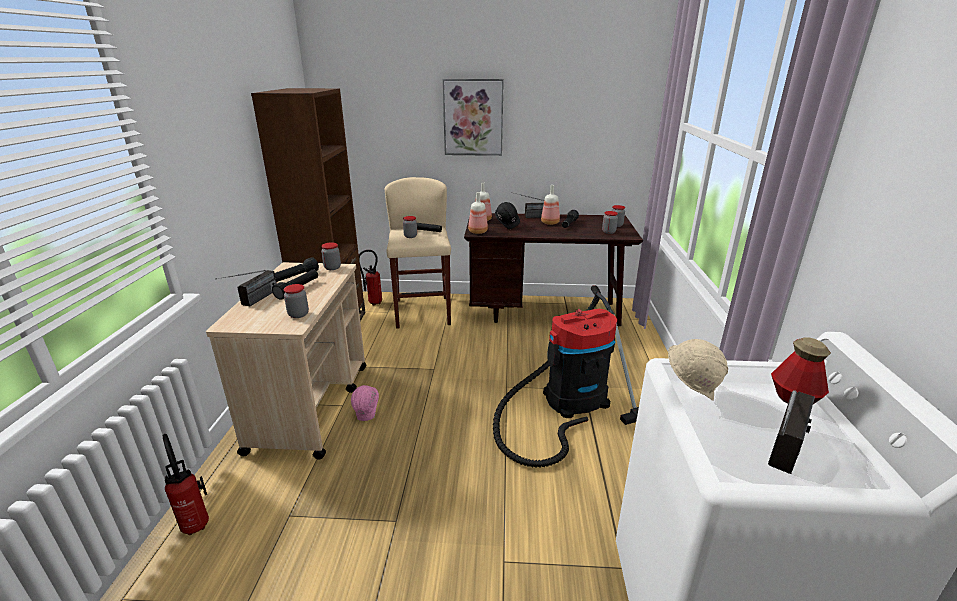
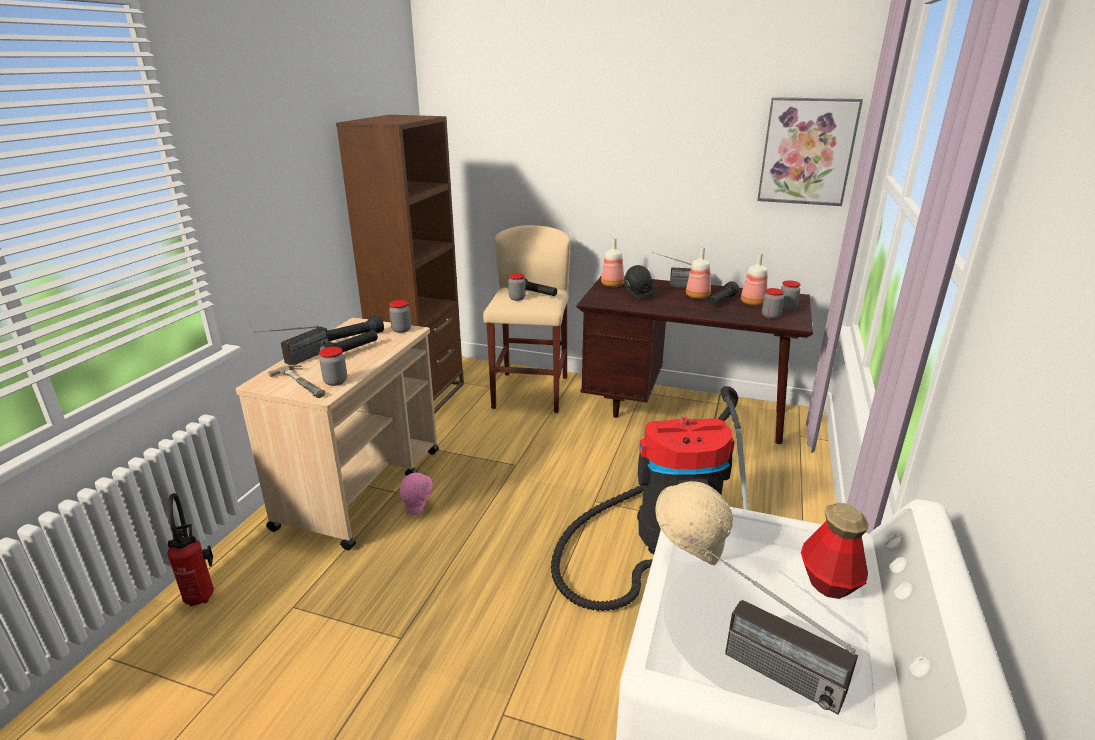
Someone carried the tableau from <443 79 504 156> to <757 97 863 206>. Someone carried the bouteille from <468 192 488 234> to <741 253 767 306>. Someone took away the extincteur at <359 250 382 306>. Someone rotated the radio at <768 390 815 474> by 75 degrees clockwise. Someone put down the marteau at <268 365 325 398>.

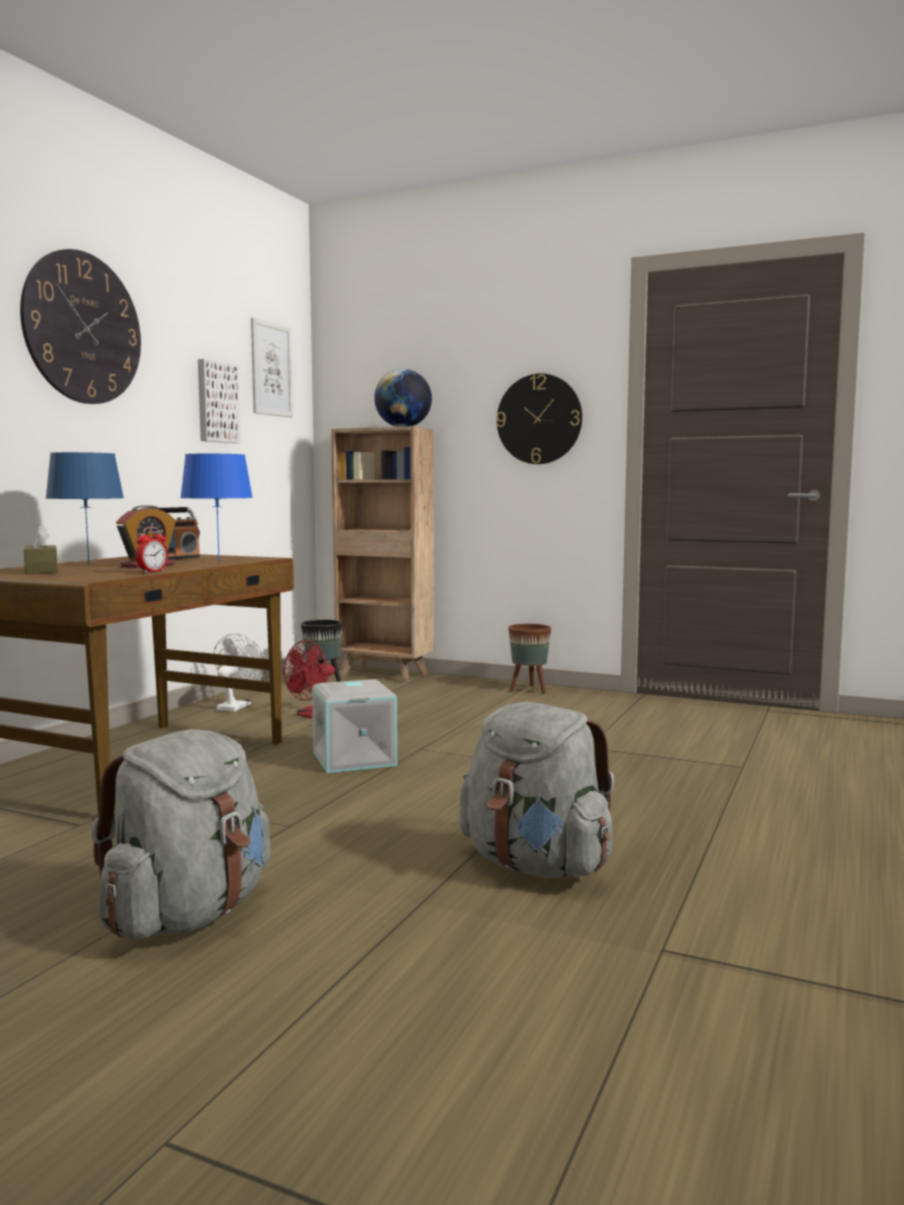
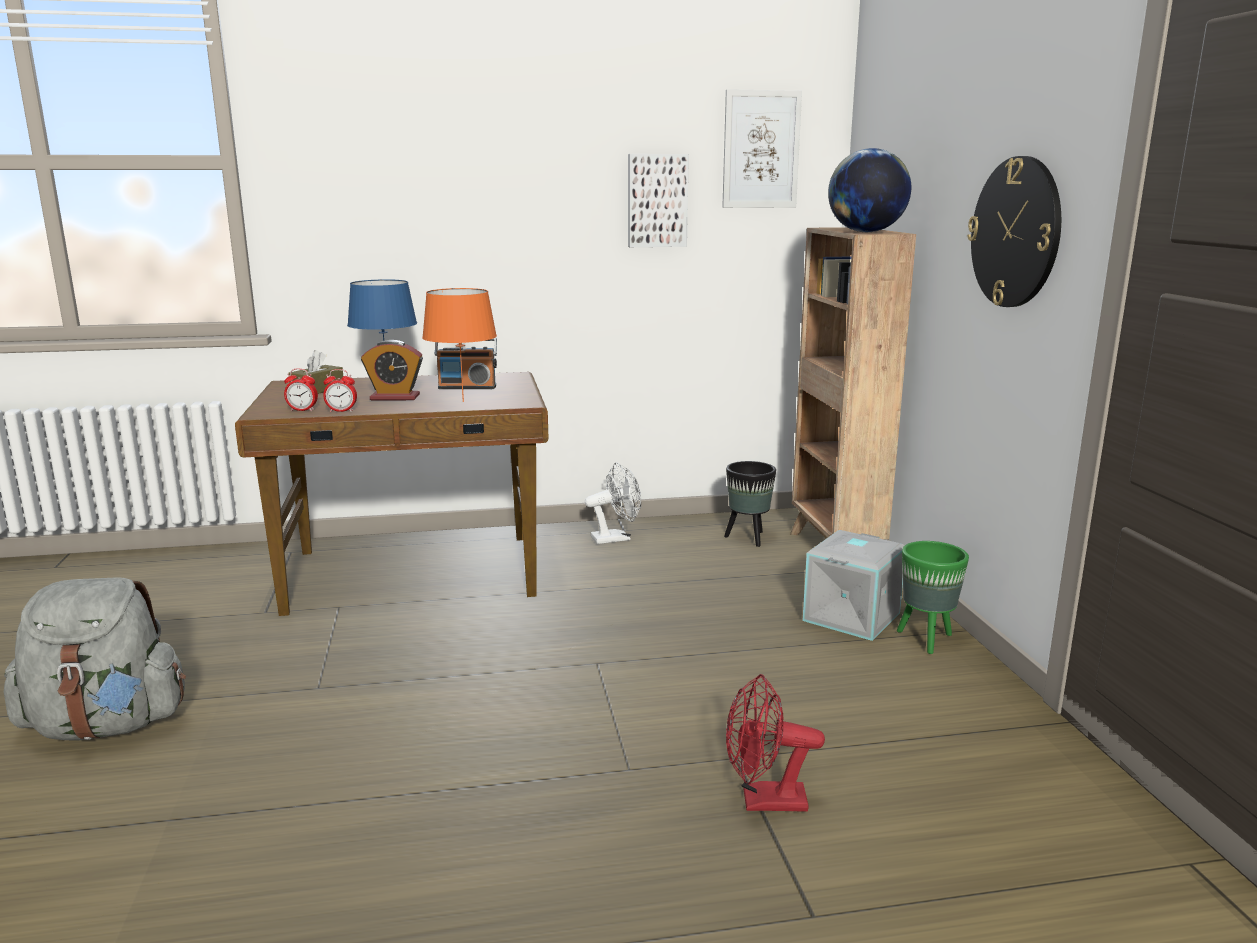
Someone took away the horloge murale at <20 249 141 404>. Someone repainted the lampe de table/bleu at <180 454 253 562>, which became the lampe de table/orange at <422 288 497 402>. Someone repainted the cache-pot/marron at <509 624 551 694>, which became the cache-pot/vert at <897 541 969 654>. Someone carried the ventilateur/rouge from <283 640 335 718> to <726 674 825 812>. Someone carried the boîte de rangement/gris from <312 679 397 773> to <803 530 905 641>. Someone took away the sac à dos/gris at <459 702 614 878>. Someone put down the réveil at <284 369 318 411>.

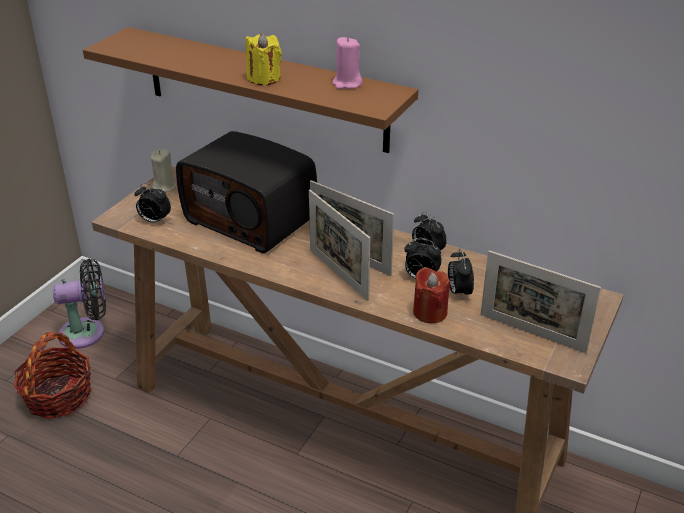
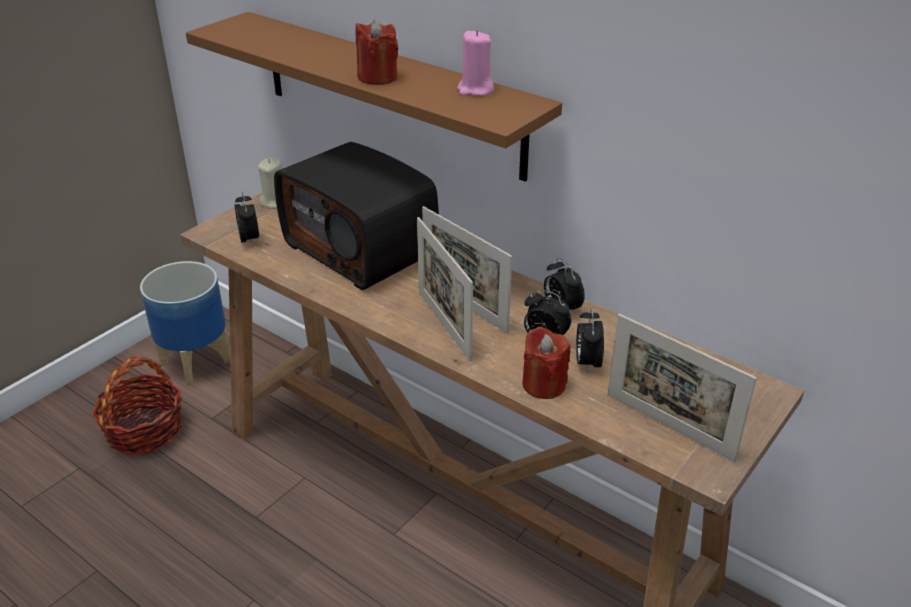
Someone repainted the bougie/jaune at <245 33 282 85>, which became the bougie/rouge at <356 20 398 85>. Someone rotated the réveil at <134 183 171 224> by 135 degrees counterclockwise. Someone swapped the ventilateur/noir at <53 259 106 349> for the cache-pot at <140 261 231 386>.

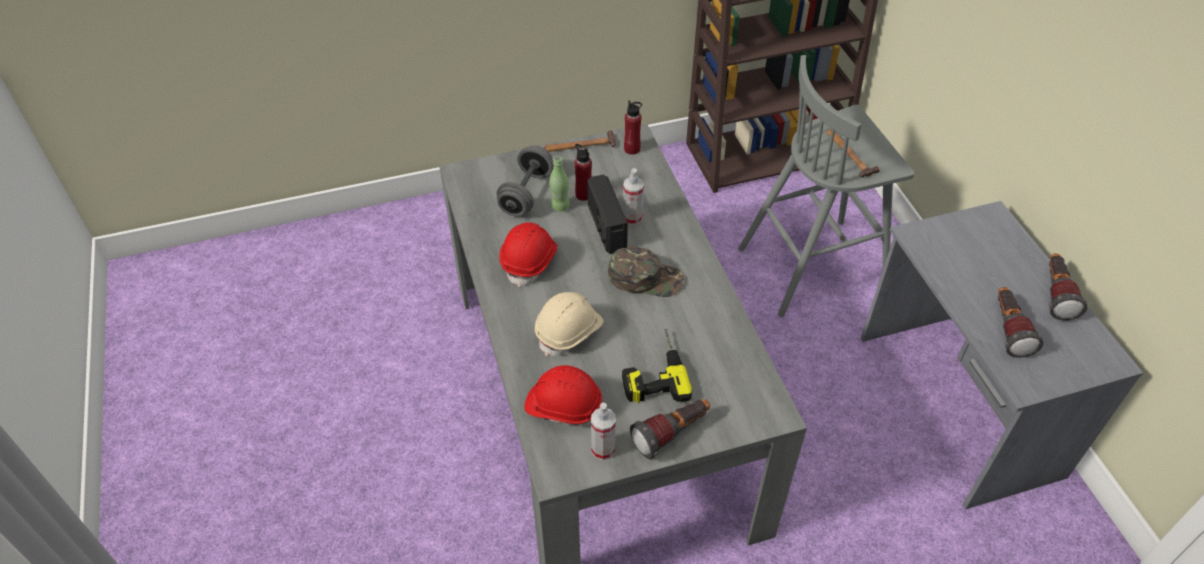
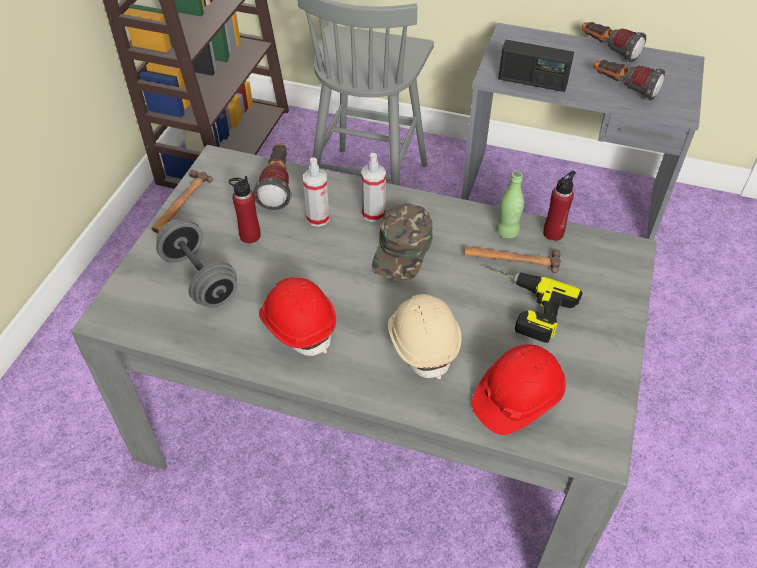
Someone carried the bouteille/rouge from <624 100 642 155> to <543 171 576 241>. Someone carried the marteau from <827 129 880 177> to <464 246 561 273>. Someone carried the bouteille/vert from <549 156 570 212> to <496 171 524 238>. Someone carried the radio from <587 174 628 254> to <498 40 574 92>. Someone rotated the casquette/vert at <608 246 684 297> by 150 degrees clockwise. Someone carried the lampe de poche from <630 399 710 459> to <253 143 292 210>. Someone carried the vaporisateur from <591 402 616 460> to <361 153 386 222>.

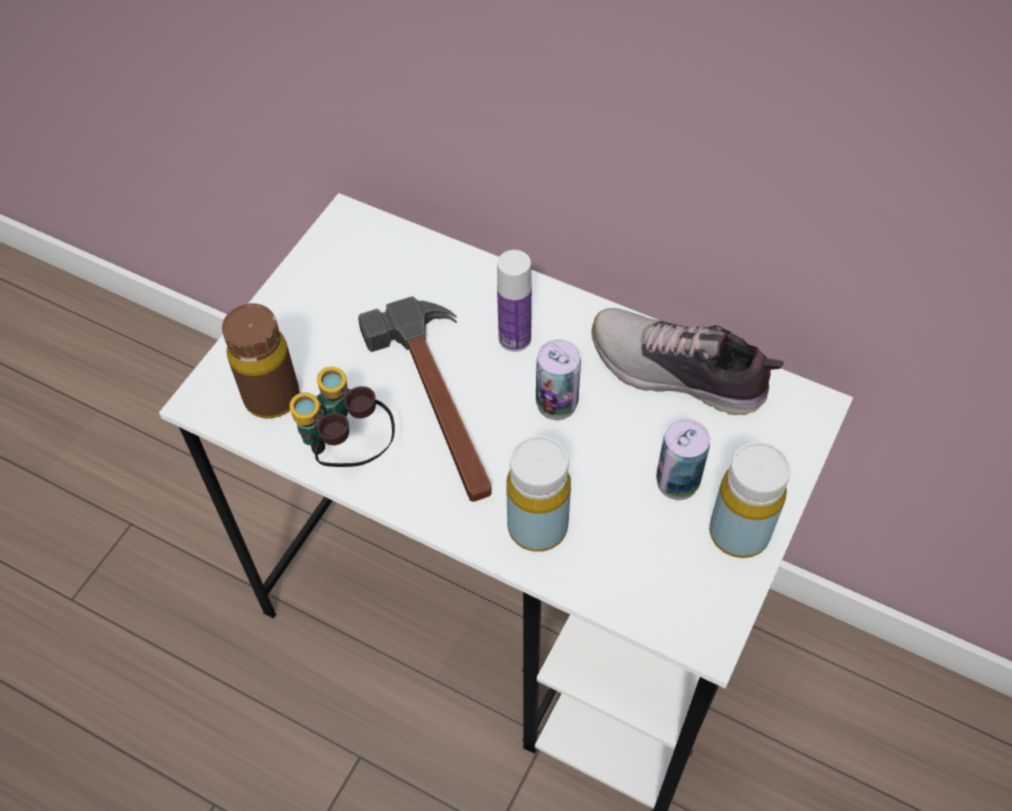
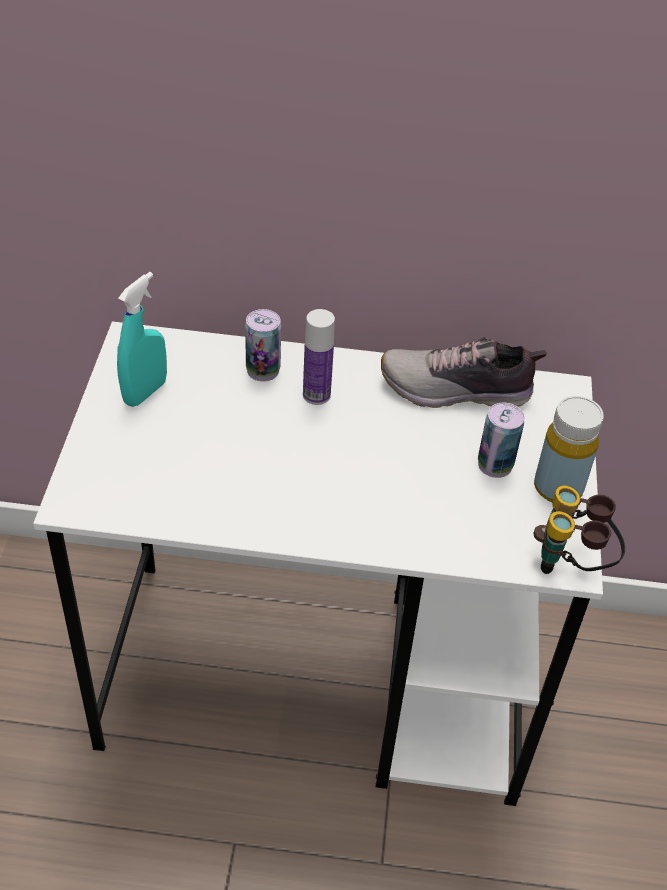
Someone took away the marteau at <358 296 492 502>. Someone took away the bouteille/marron at <222 303 300 419>. Someone carried the boîte métallique from <536 339 581 420> to <245 309 281 382>. Someone carried the jumelles from <290 367 395 467> to <533 485 625 574>. Someone took away the bouteille/jaune at <506 436 571 552>. Someone put down the vaporisateur/turquoise at <117 272 167 407>.

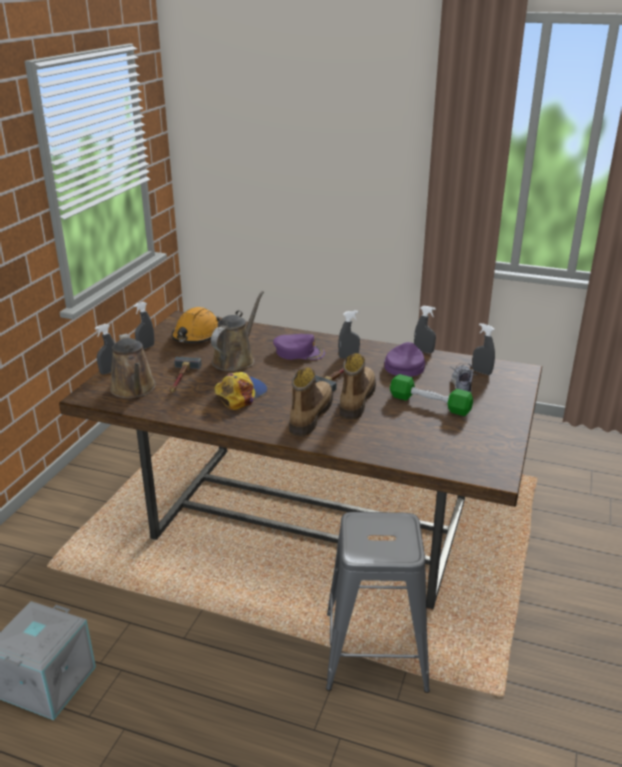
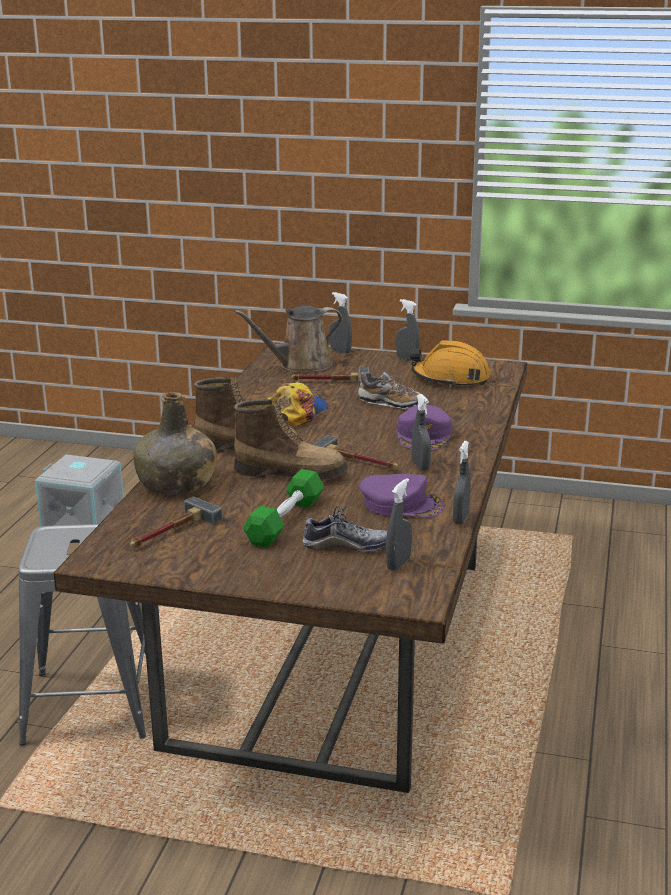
Someone swapped the arrosoir/marron at <211 291 264 371> for the chaussure at <358 372 421 409>. Someone rotated the casquette at <214 372 268 410> by 90 degrees counterclockwise. Someone put down the bouteille/vert at <134 392 217 495>. Someone put down the marteau at <130 496 223 548>.

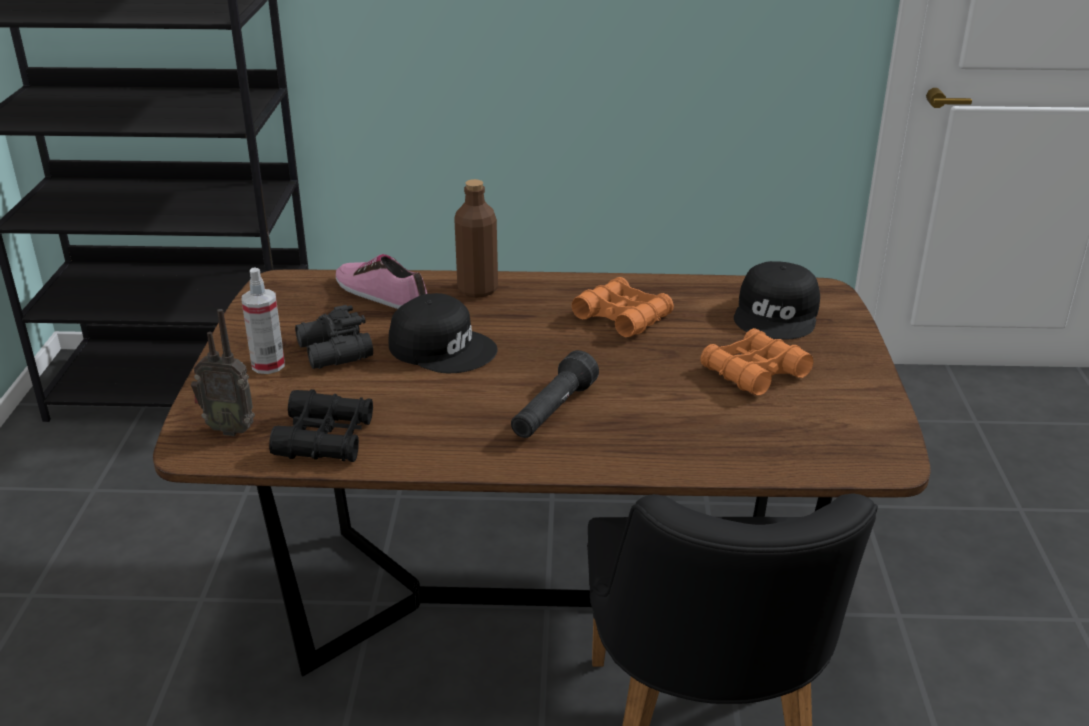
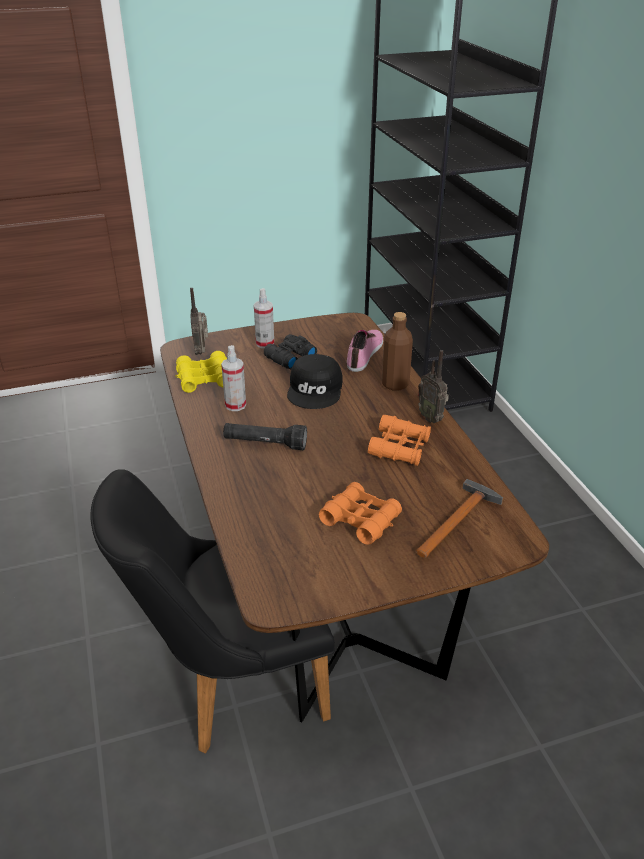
Someone swapped the casquette/noir at <734 261 820 340> for the marteau at <416 479 503 558>. Someone repainted the jumelles/noir at <269 389 373 462>, which became the jumelles/jaune at <175 351 227 393>. Someone put down the vaporisateur at <221 345 246 411>. Someone put down the radio at <418 350 449 423>.

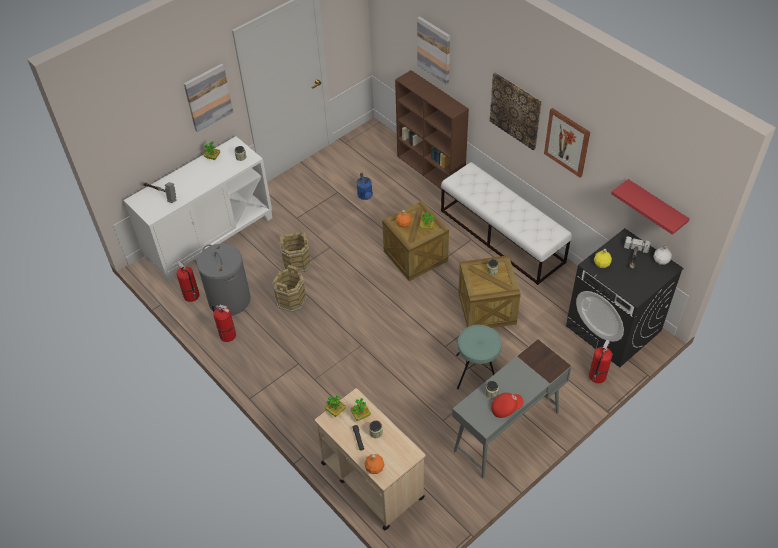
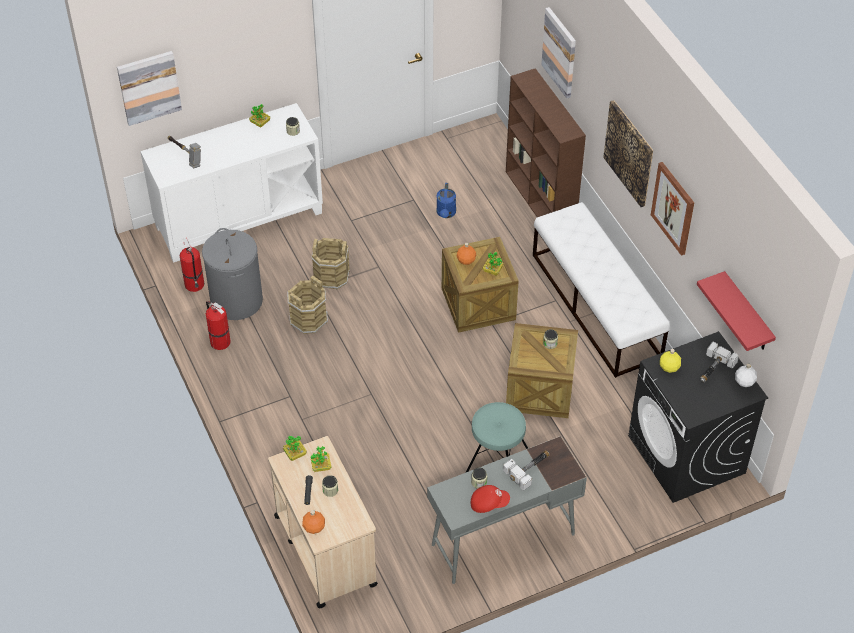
Someone carried the tableau from <184 64 233 132> to <117 51 182 126>. Someone took away the extincteur at <589 340 612 383>. Someone put down the marteau at <503 450 550 490>.

